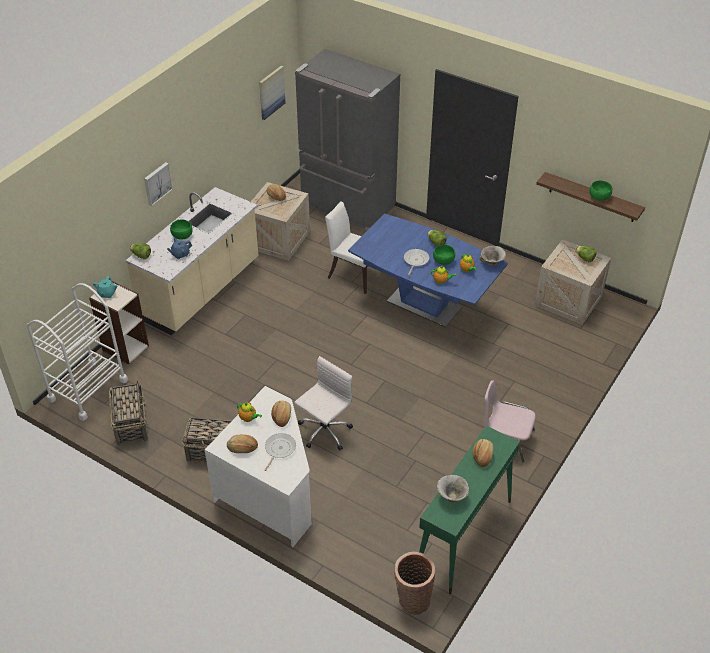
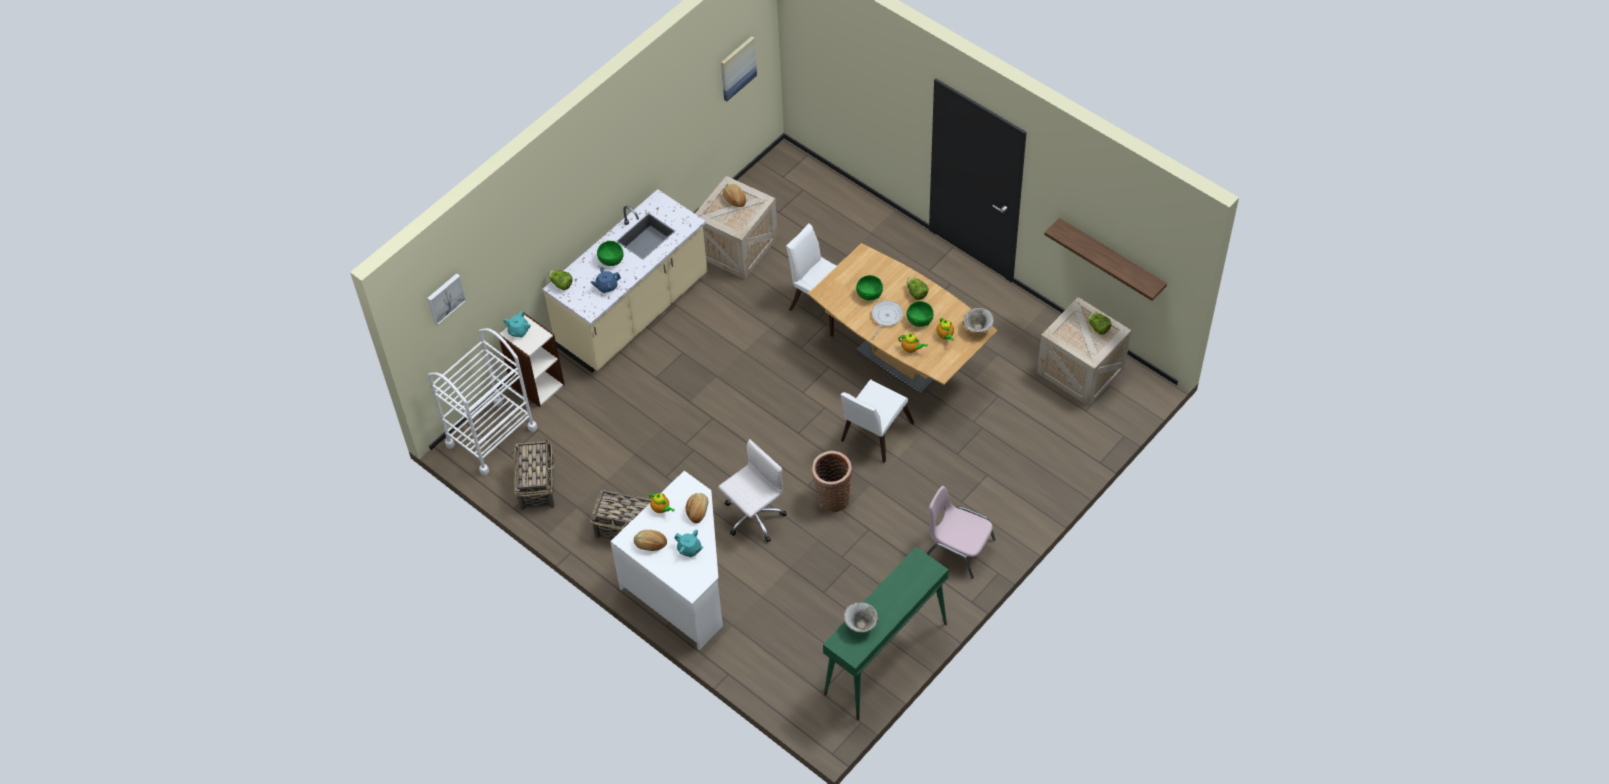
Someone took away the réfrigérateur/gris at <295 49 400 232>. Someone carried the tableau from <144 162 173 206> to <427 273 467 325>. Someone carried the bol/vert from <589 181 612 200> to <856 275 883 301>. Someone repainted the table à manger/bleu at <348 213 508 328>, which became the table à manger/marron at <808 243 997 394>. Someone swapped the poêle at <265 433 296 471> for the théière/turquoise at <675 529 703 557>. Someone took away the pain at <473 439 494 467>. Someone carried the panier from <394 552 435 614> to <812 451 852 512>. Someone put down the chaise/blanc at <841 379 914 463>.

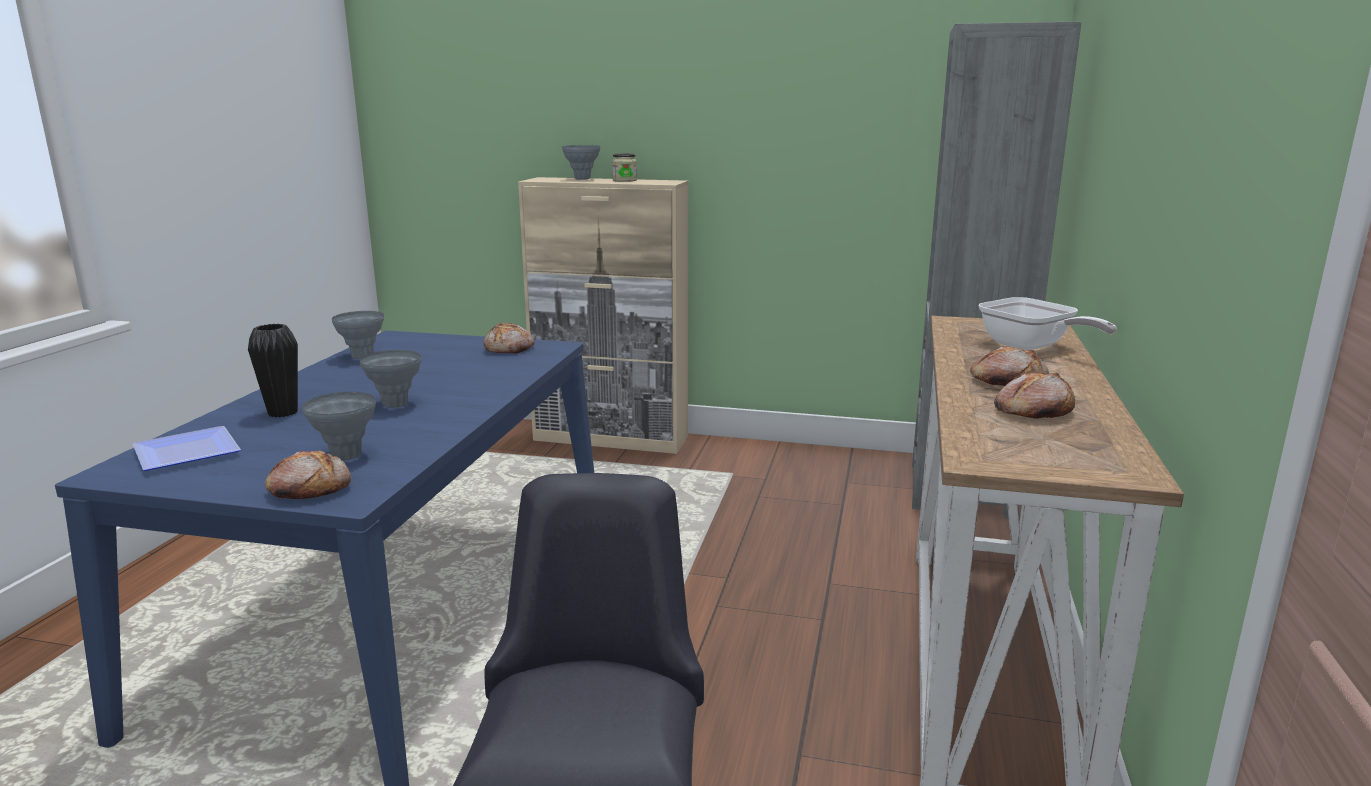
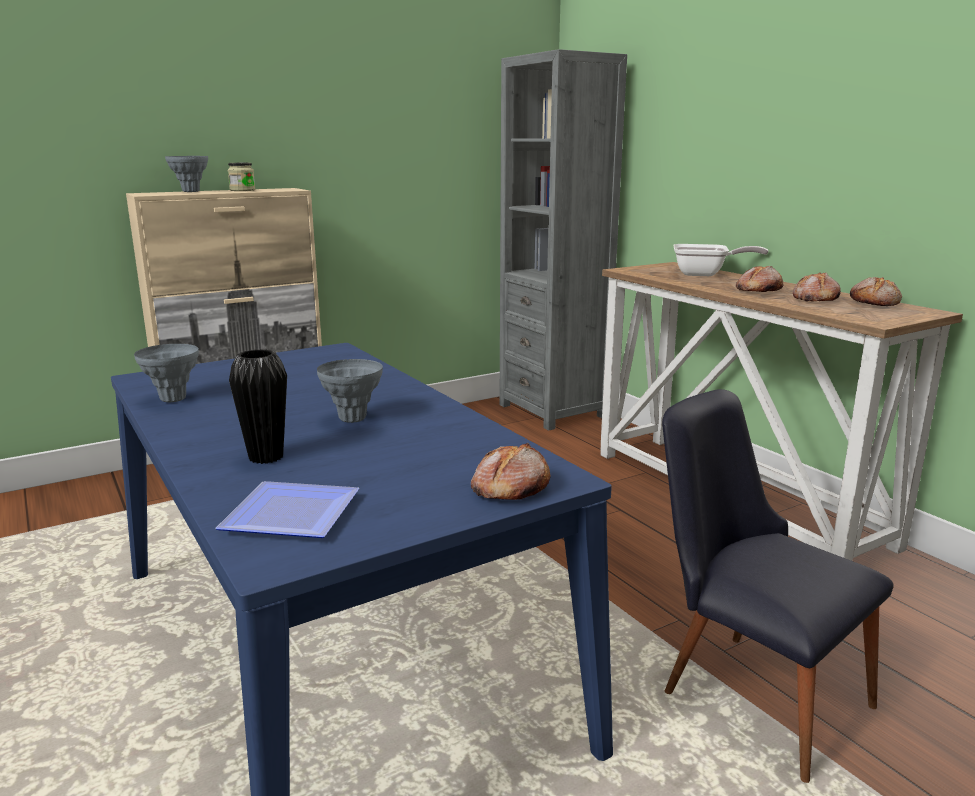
Someone carried the pain from <483 323 534 354> to <850 277 902 306>. Someone took away the vase/gris at <302 392 376 460>.

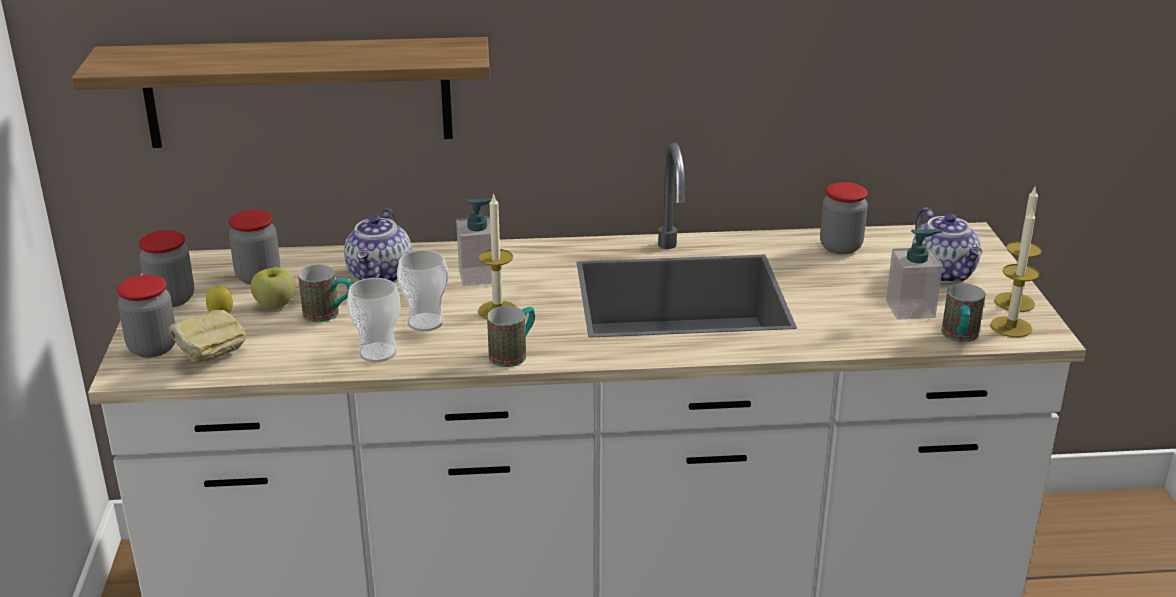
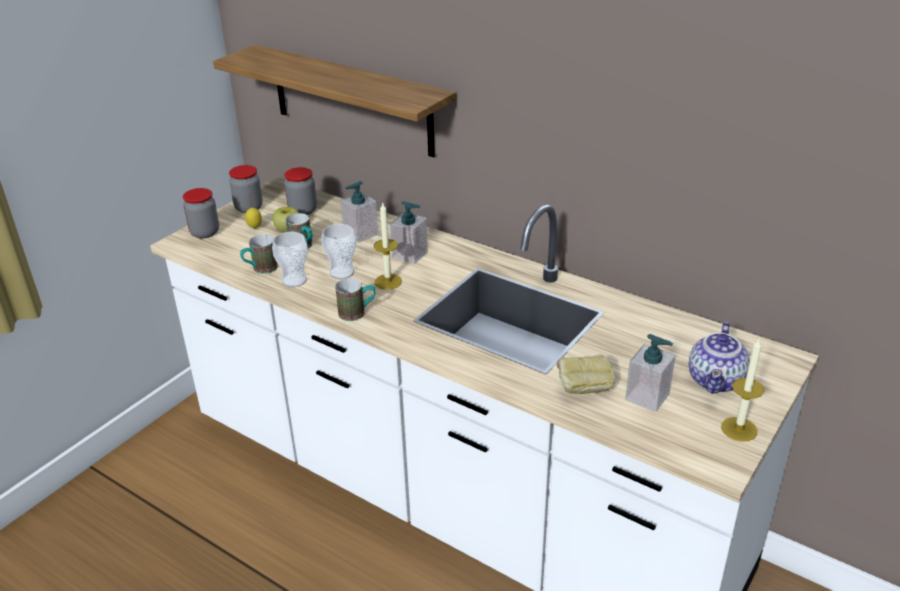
Someone took away the bocal at <820 182 868 254>. Someone took away the bougie at <990 207 1039 337>. Someone swapped the théière at <344 209 412 283> for the distributeur de savon at <340 181 379 243>. Someone carried the mug from <941 283 985 342> to <240 235 278 274>. Someone carried the pain from <169 310 246 363> to <557 355 615 394>.

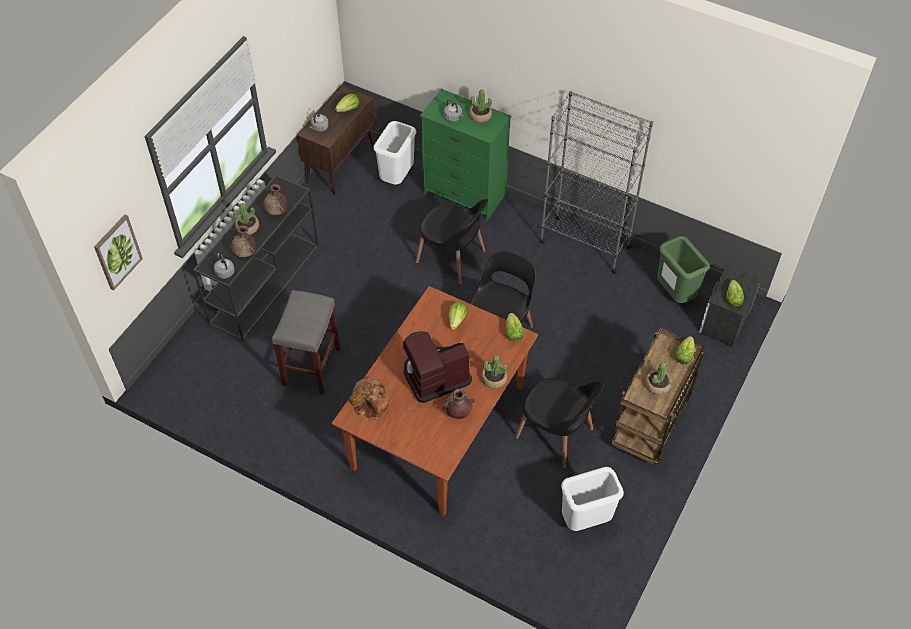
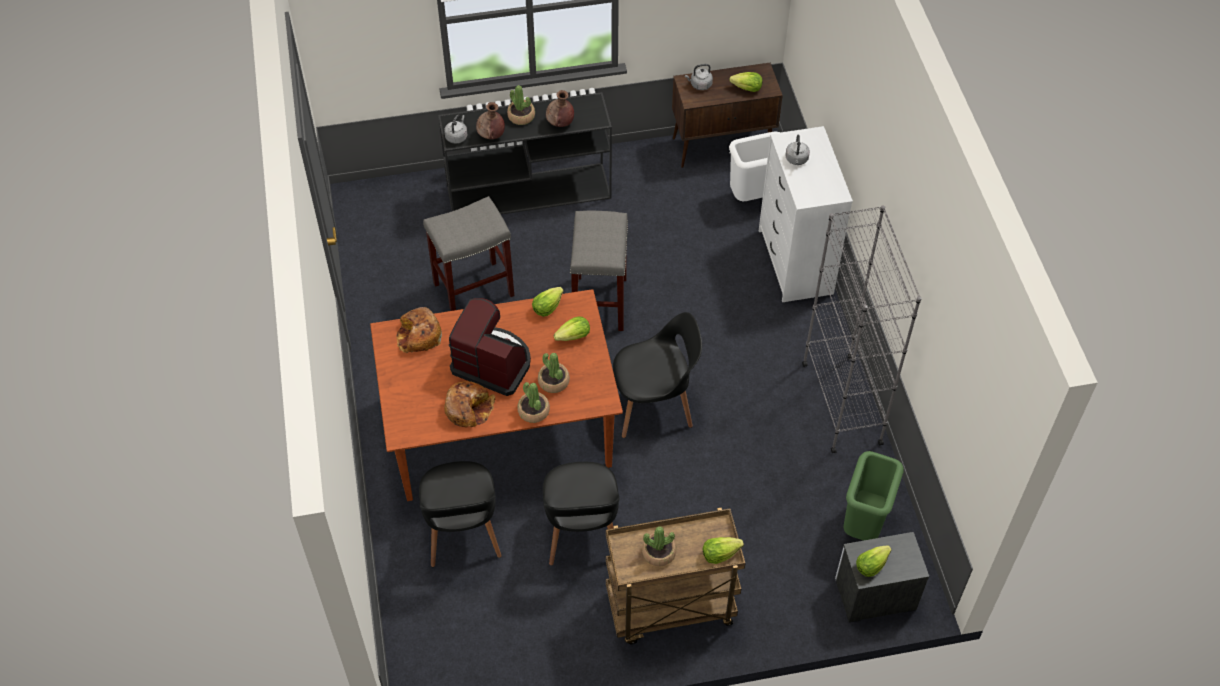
Someone repainted the commode/vert at <420 89 511 221>, which became the commode/blanc at <759 126 853 302>. Someone carried the plante en pot from <469 89 492 123> to <538 353 570 393>. Someone carried the chaise/noir from <416 199 488 284> to <419 461 502 567>. Someone took away the tableau at <94 215 143 291>. Someone carried the laitue from <505 313 524 341> to <532 287 564 317>. Someone swapped the vase/marron at <442 389 475 419> for the pain at <444 381 495 428>. Someone took away the poubelle/blanc at <561 467 624 531>. Someone put down the tabouret/gris at <570 211 628 331>.

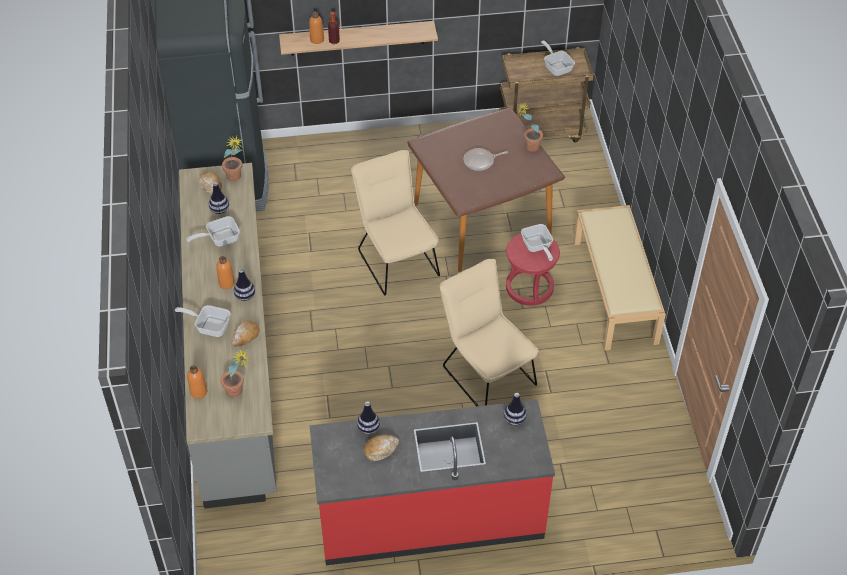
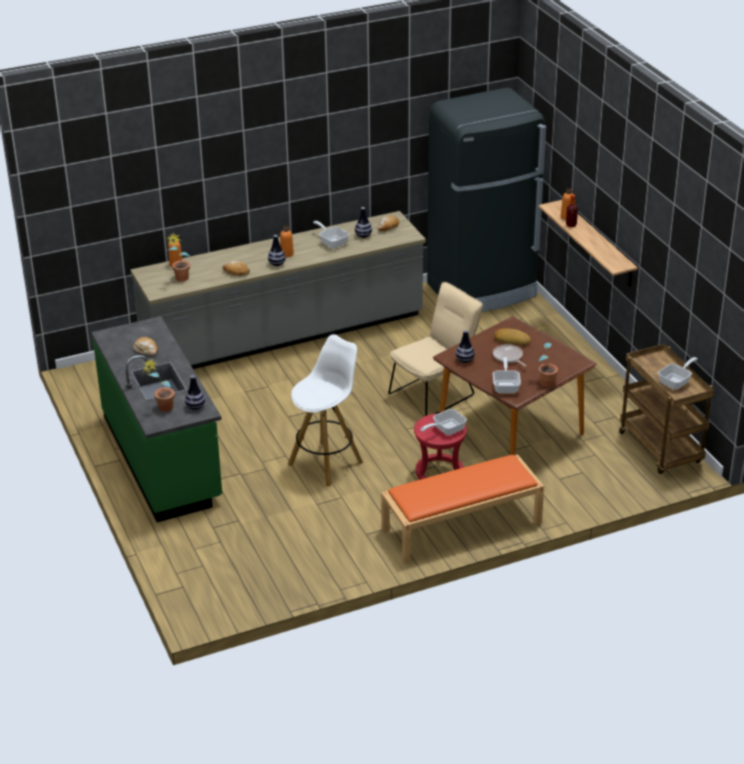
Someone carried the plante en pot from <222 136 243 181> to <143 358 175 412>. Someone repainted the banc/beige at <573 205 666 350>, which became the banc/orange at <381 454 544 564>. Someone swapped the chaise/beige at <439 259 539 406> for the tabouret/blanc at <288 334 363 487>. Someone carried the poêle from <175 305 231 337> to <493 357 521 393>. Someone repainted the comptoir de cuisine/rouge at <309 400 555 565>, which became the comptoir de cuisine/vert at <92 316 222 522>. Someone carried the vase from <357 401 380 434> to <456 330 475 363>. Someone put down the pain at <494 328 531 345>.

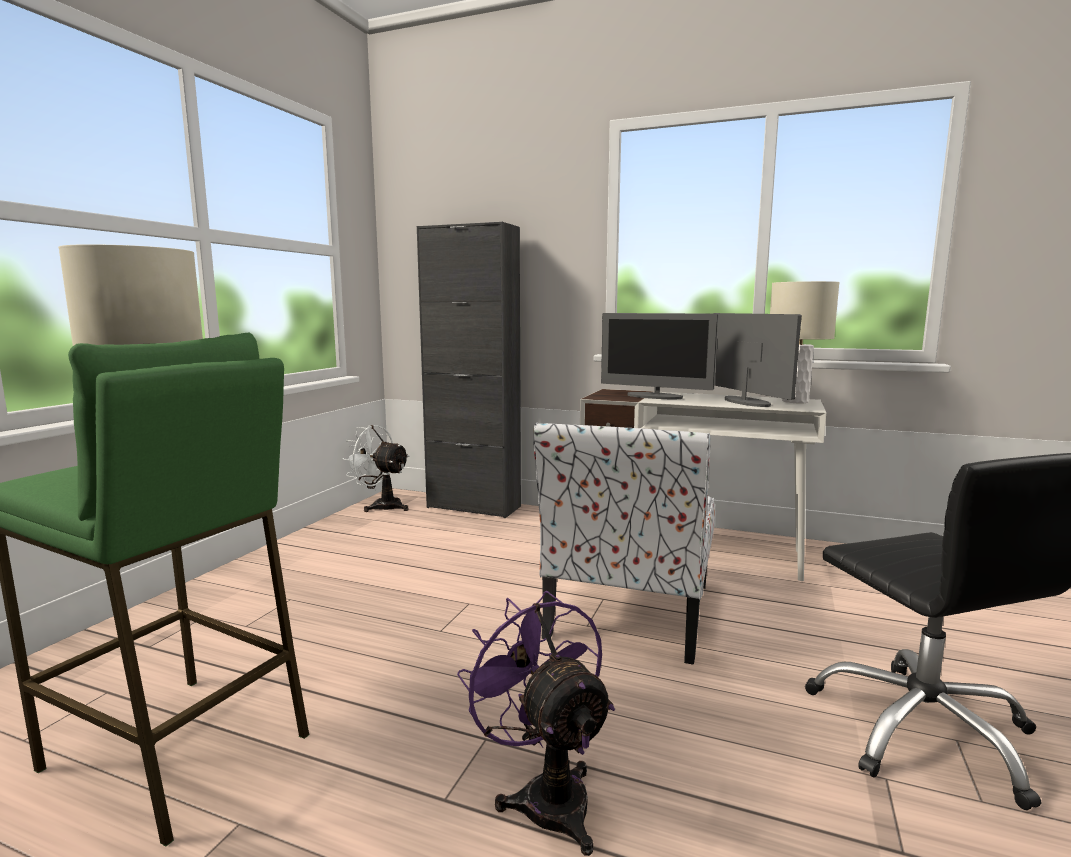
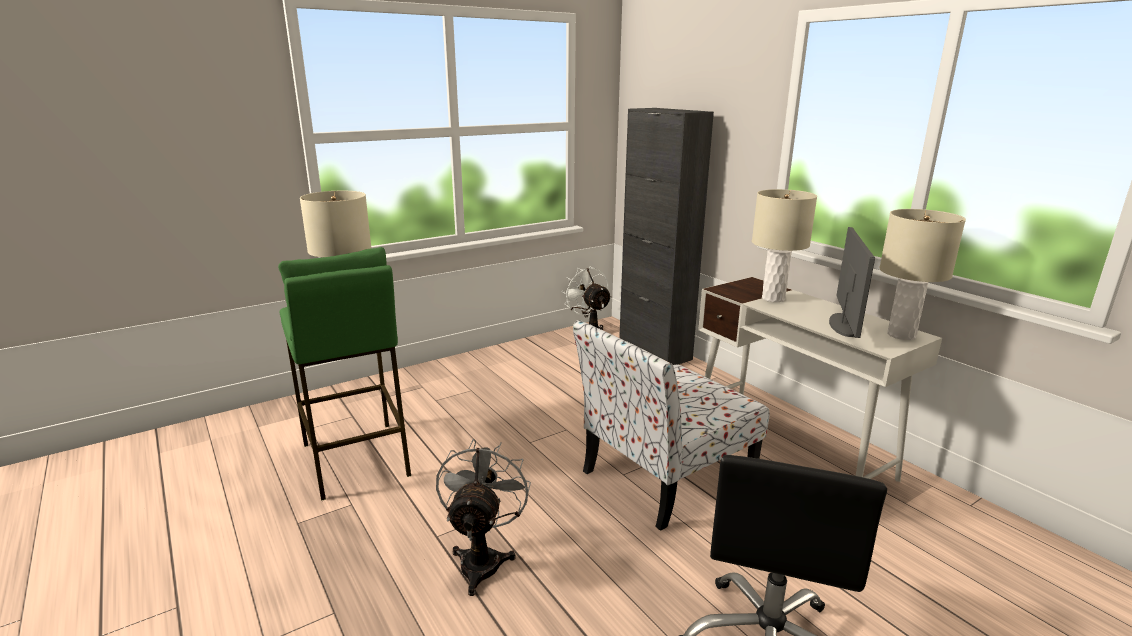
Someone swapped the écran d'ordinateur at <601 313 718 399> for the lampe de table/beige at <752 189 817 302>. Someone repainted the ventilateur/violet at <457 591 615 856>, which became the ventilateur/gris at <436 439 531 596>.

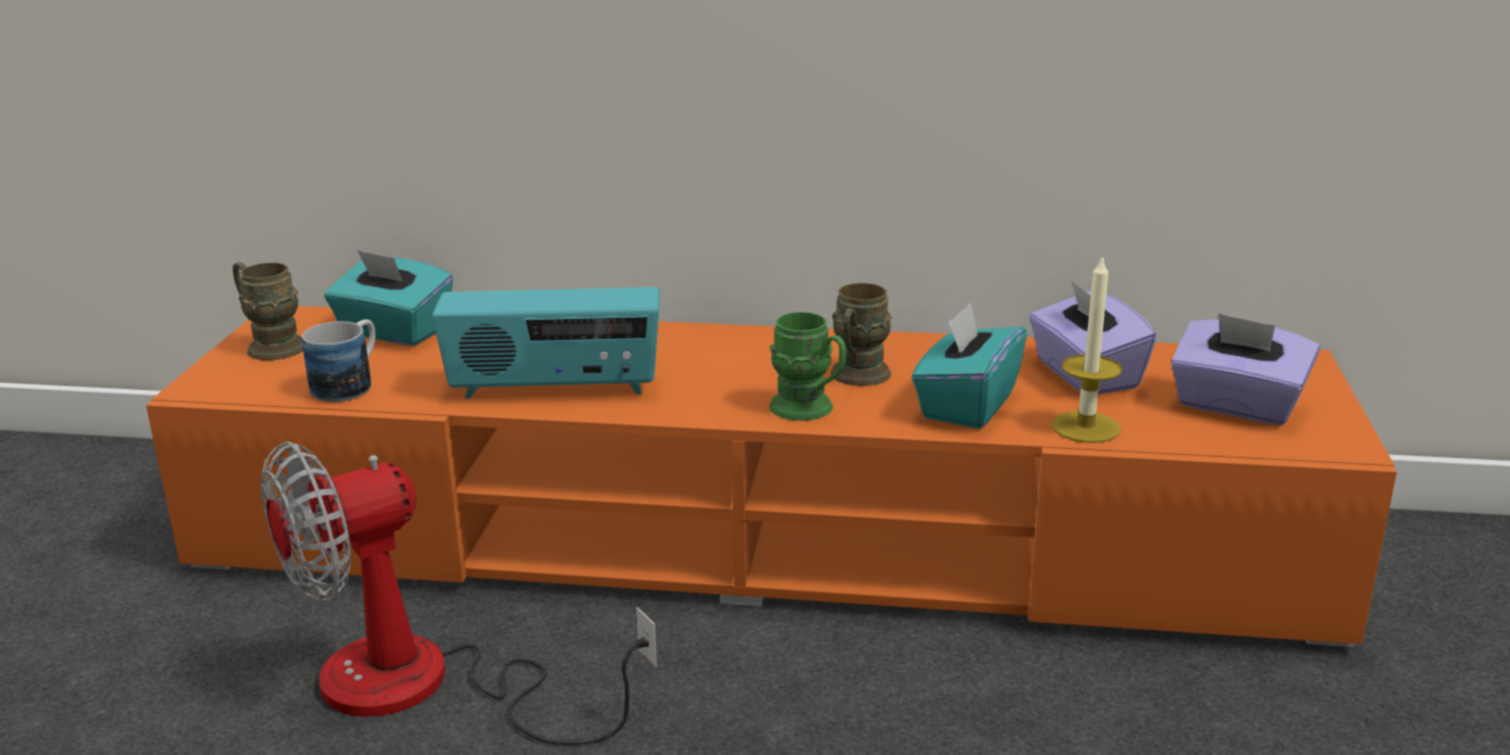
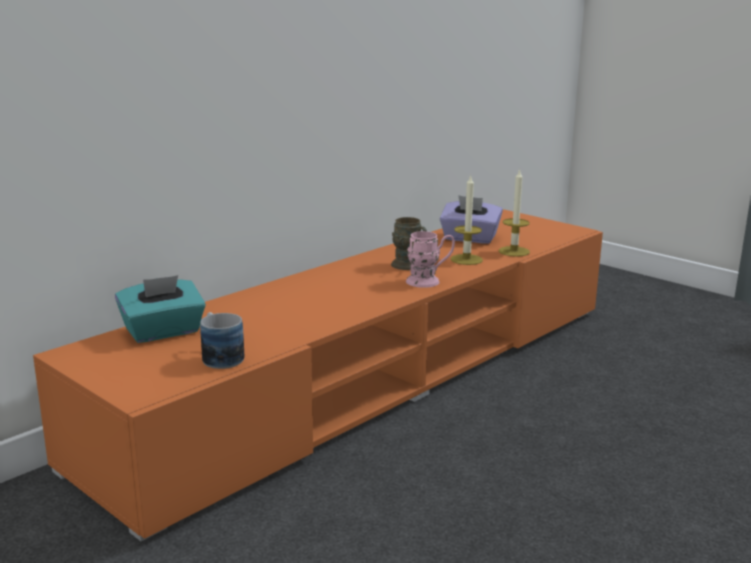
Someone took away the mug/marron at <233 262 303 360>. Someone took away the radio at <432 287 661 398>. Someone swapped the boîte à mouchoirs/turquoise at <912 302 1027 429> for the bougie at <451 175 483 265>. Someone repainted the mug/vert at <769 312 846 421>, which became the mug/rose at <406 231 455 288>. Someone took away the boîte à mouchoirs/violet at <1171 313 1320 425>. Someone took away the ventilateur at <261 442 657 745>.

